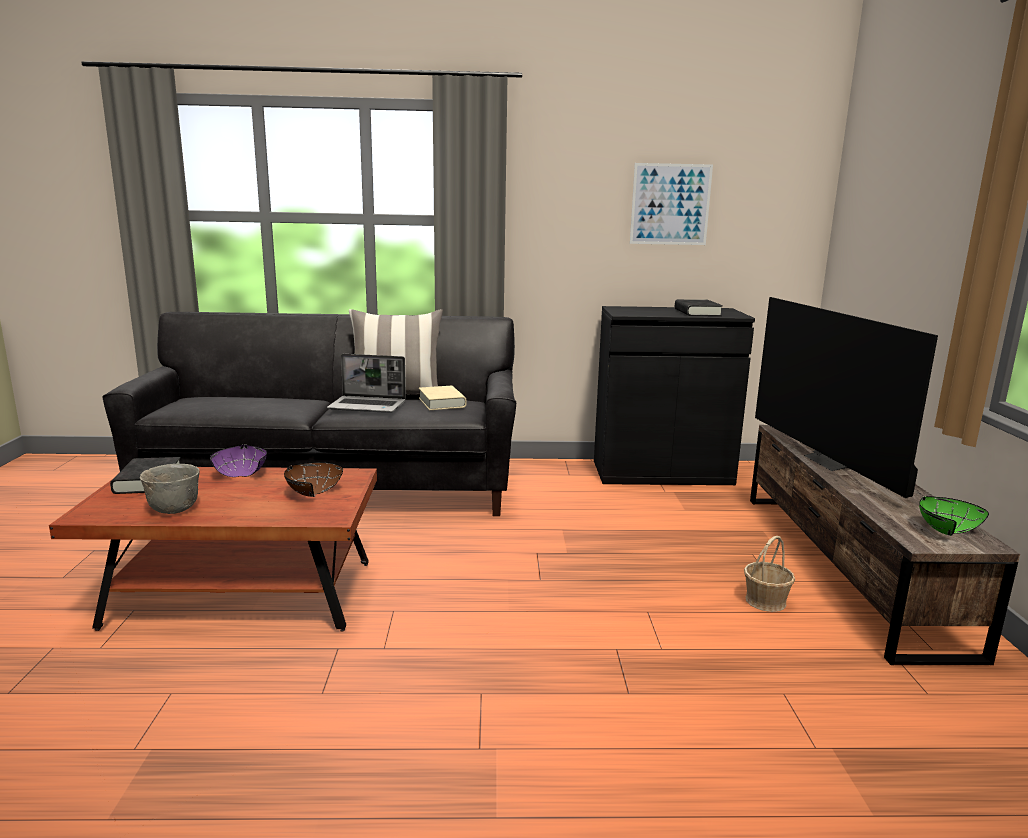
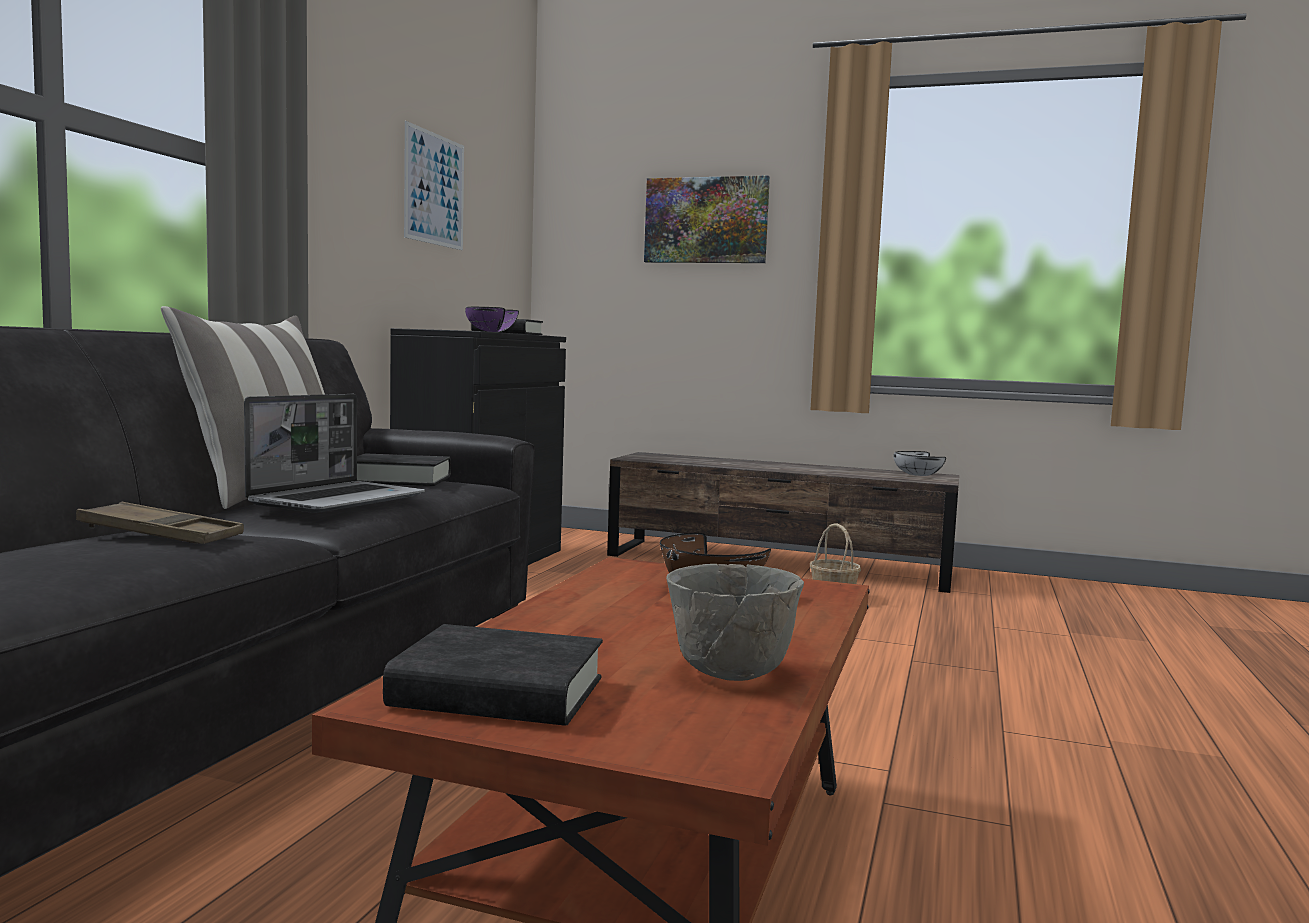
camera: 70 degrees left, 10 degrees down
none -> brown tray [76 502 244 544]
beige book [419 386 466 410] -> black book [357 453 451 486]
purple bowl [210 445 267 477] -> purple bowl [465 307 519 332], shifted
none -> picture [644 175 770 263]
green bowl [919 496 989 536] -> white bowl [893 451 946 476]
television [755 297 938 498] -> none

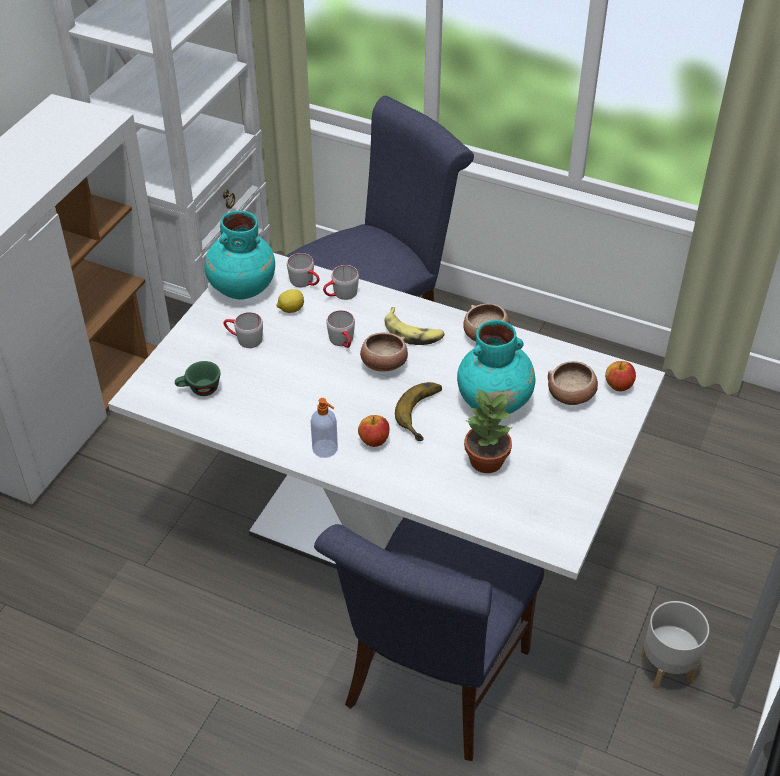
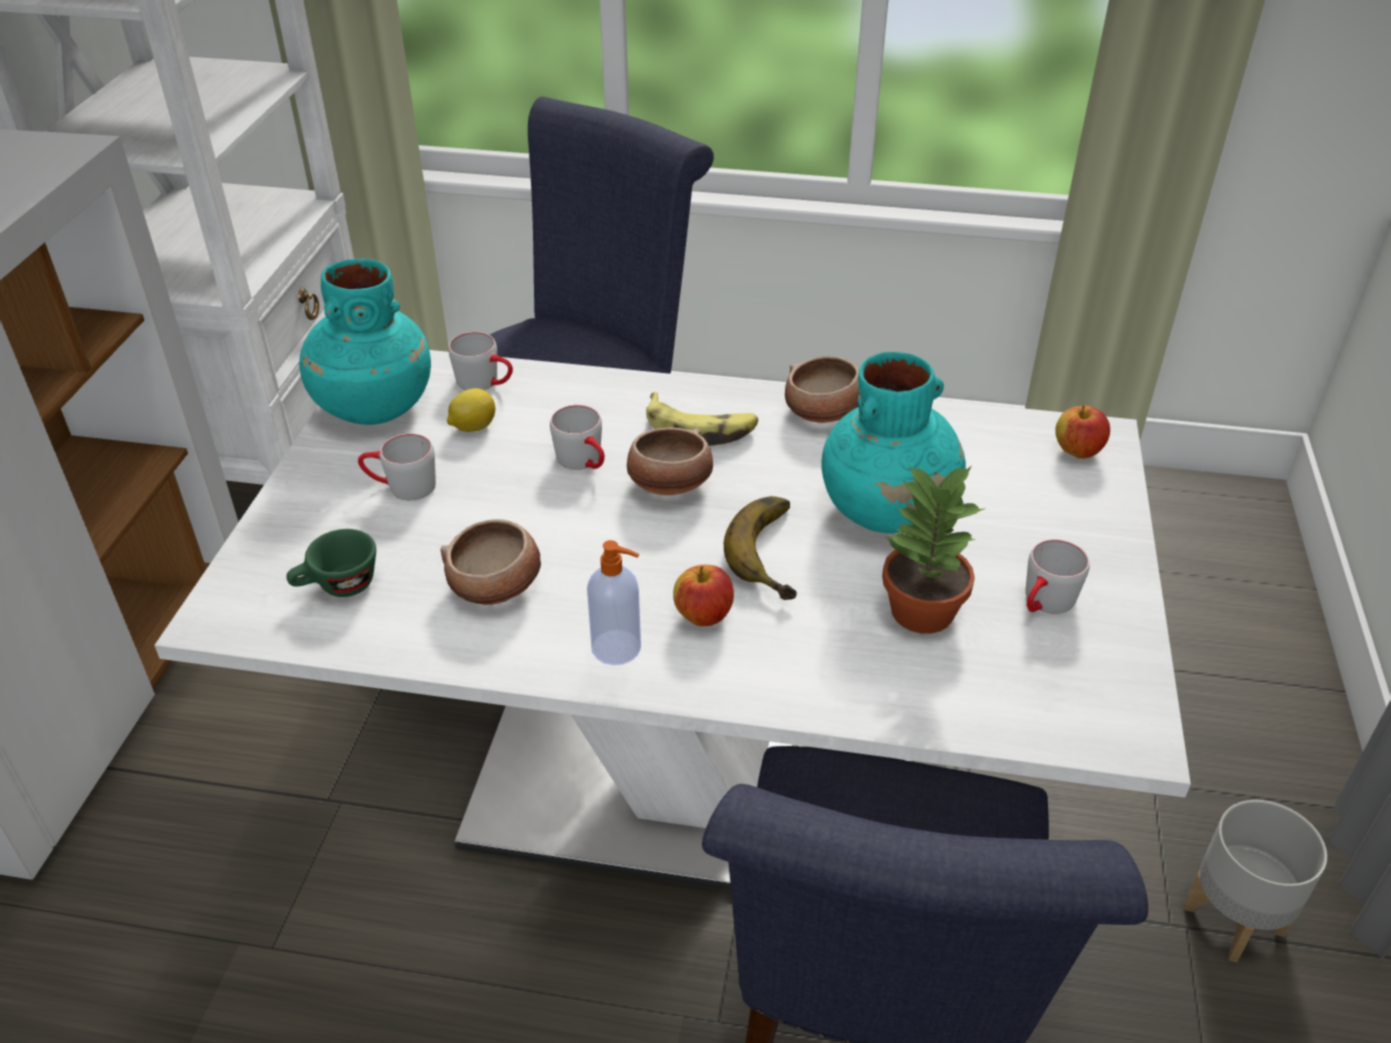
camera: 15 degrees left, 5 degrees down
bowl [548 361 598 405] -> bowl [440 519 541 605], shifted
grey mug [323 265 359 300] -> grey mug [1025 539 1089 614], shifted

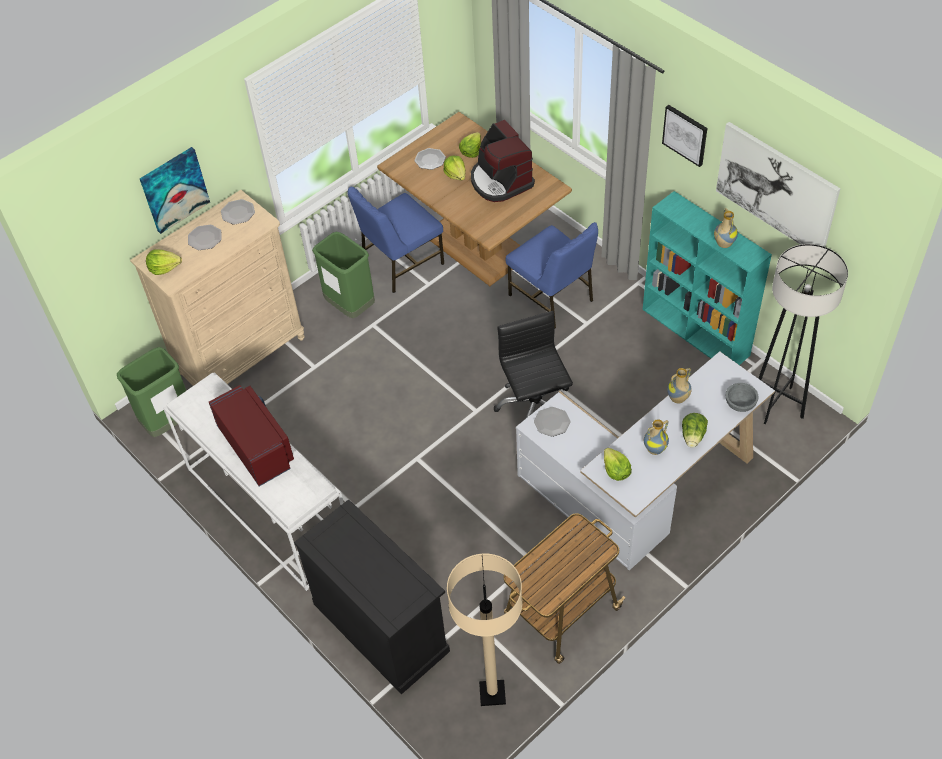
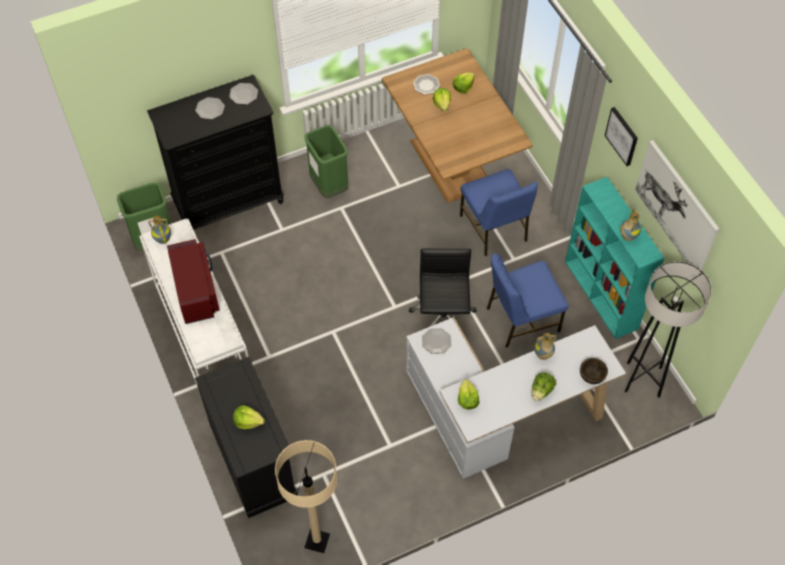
camera: 15 degrees right, 5 degrees up
beige dresser [130 190 305 386] -> black dresser [147 75 283 230]
vase [644 419 669 455] -> vase [148 216 171 244], shifted
lettuce [146 249 182 275] -> lettuce [233 405 265 429], shifted
blue chair [348 187 444 293] -> blue chair [487 253 569 348], shifted
grey bowl [726 383 759 412] -> brown bowl [580 358 608 384]
picture [140 147 210 234] -> none
coffee machine [471 120 535 202] -> none
cart [504 513 626 664] -> none

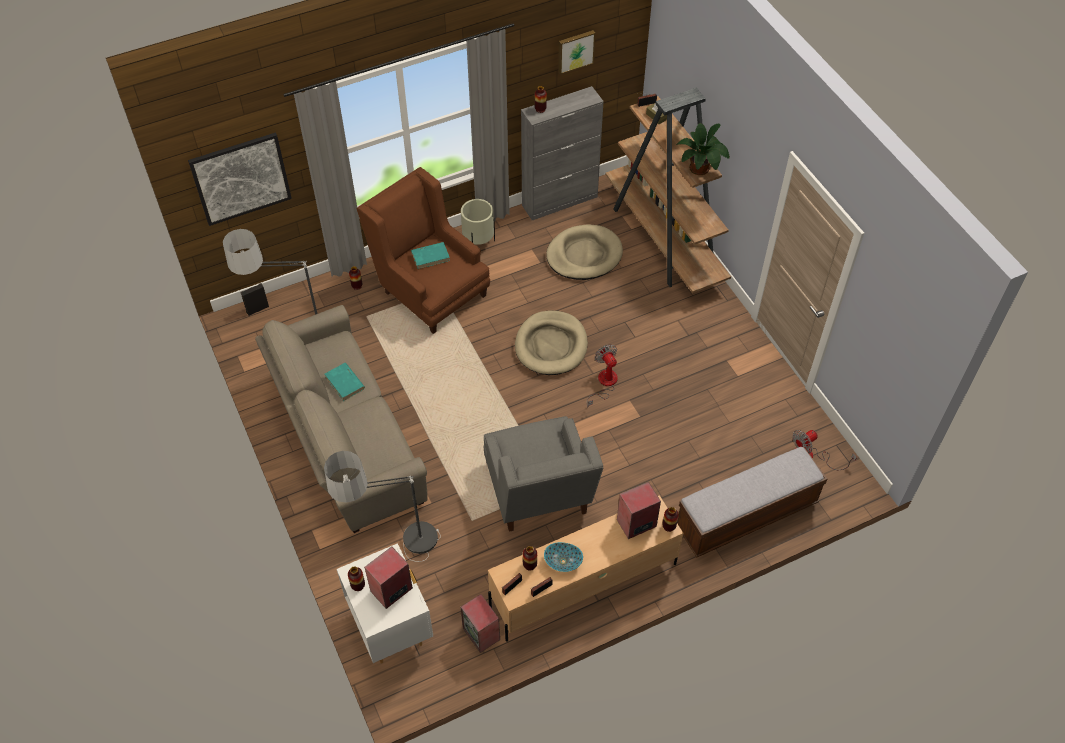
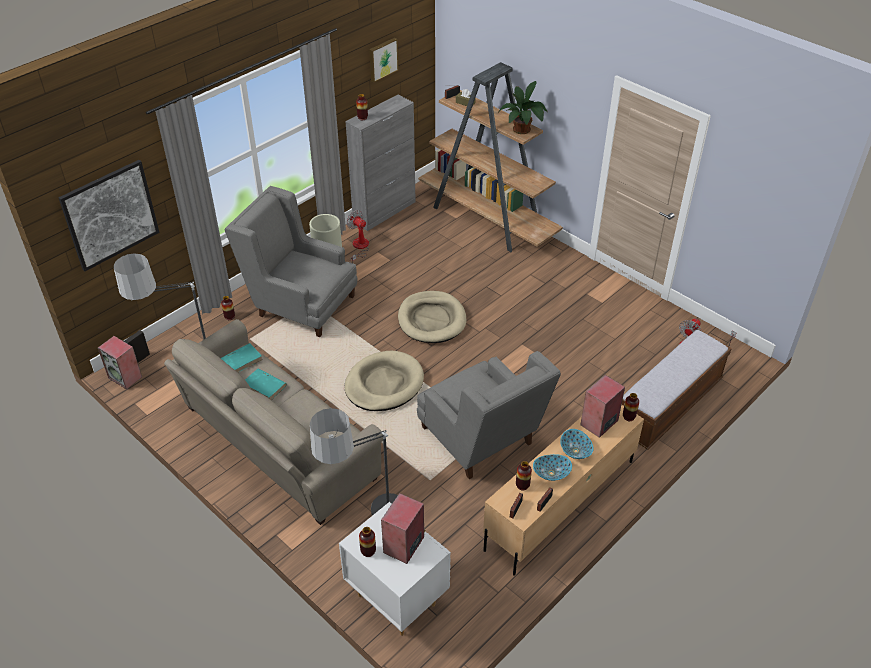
camera: 20 degrees left, 10 degrees down
speaker [460 594 500 653] -> speaker [98 336 142 390], shifted
turquoise book [411 242 450 269] -> turquoise book [221 343 263 372], shifted
brown armchair [357 167 490 334] -> grey armchair [225 186 357 337]
beige dog bed [546 224 623 280] -> beige dog bed [345 351 424 411], shifted
fan [587 344 618 407] -> fan [346 210 369 263], shifted
none -> bowl [560 429 594 459]

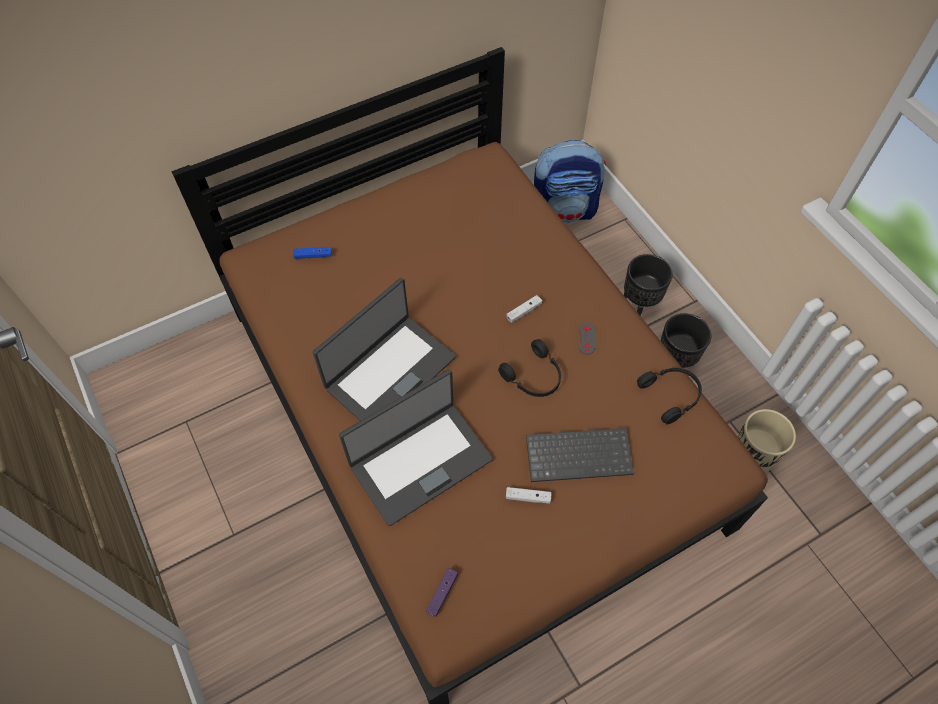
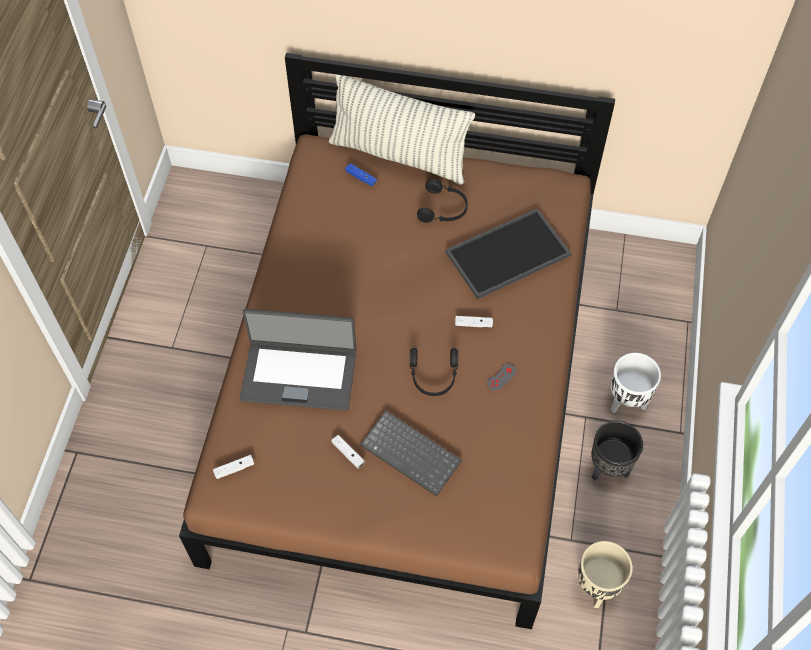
camera: 40 degrees right, 0 degrees up
purple game controller [426 568 458 617] -> white game controller [213 455 254 479]
none -> pillow [329 74 475 185]
black headphones [637 368 702 425] -> black headphones [417 179 468 223], shifted
none -> tray [445 208 572 299]
black planter [624 254 673 316] -> white planter [611 353 661 413]
laptop [312 278 456 421] -> none
backpack [534 140 606 223] -> none

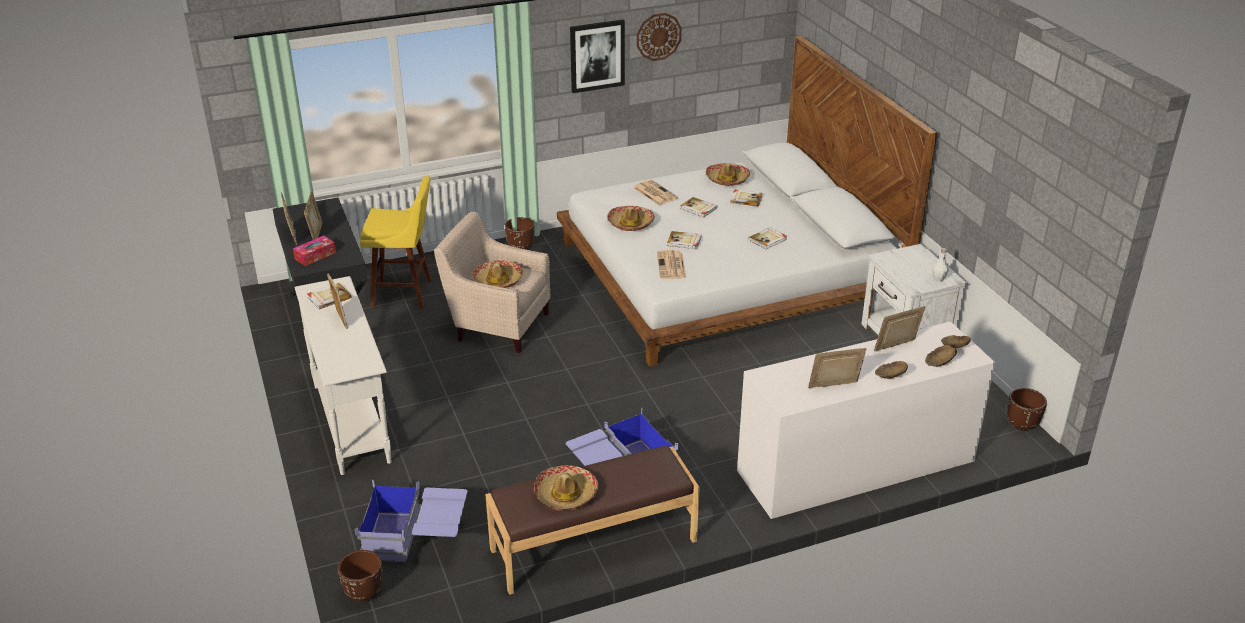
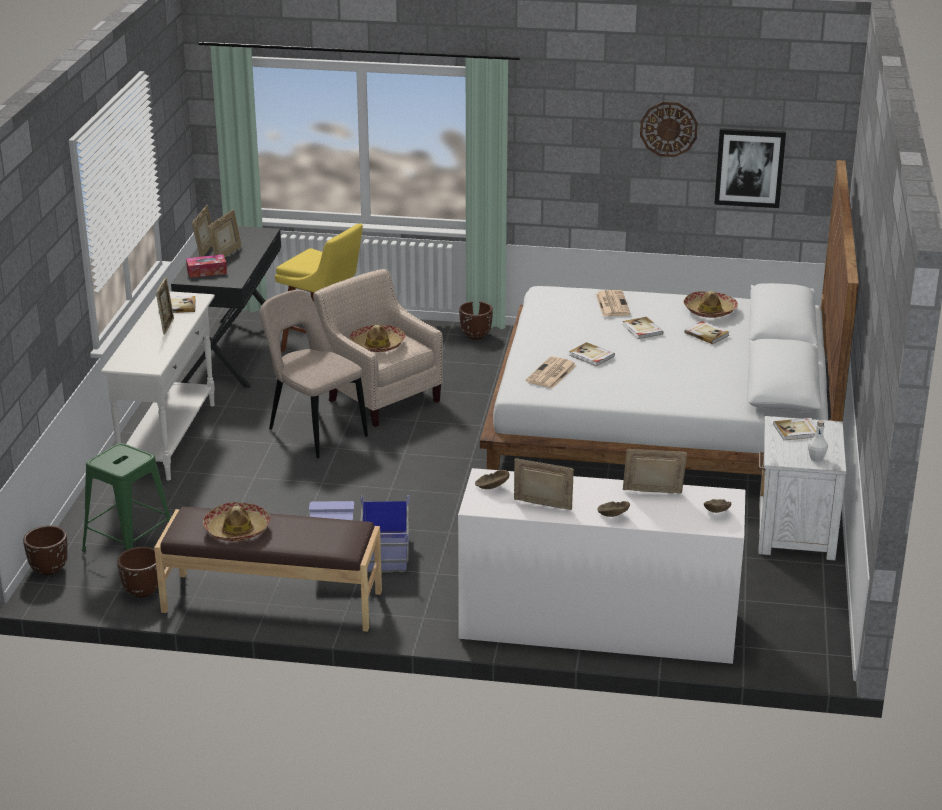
camera: 30 degrees right, 5 degrees down
blue storage box [355 480 468 562] -> green stool [82 443 171 552]
brown planter [1007 388 1047 431] -> brown planter [117 547 158 598], shifted
none -> beige chair [260 290 368 458]
brown bowl [925 345 957 367] -> brown bowl [475 470 509 489], shifted
picture [570 19 625 93] -> picture [714 128 786 208], shifted
book [748 227 787 249] -> book [773 418 816 440], shifted
hat [607 206 655 231] -> none

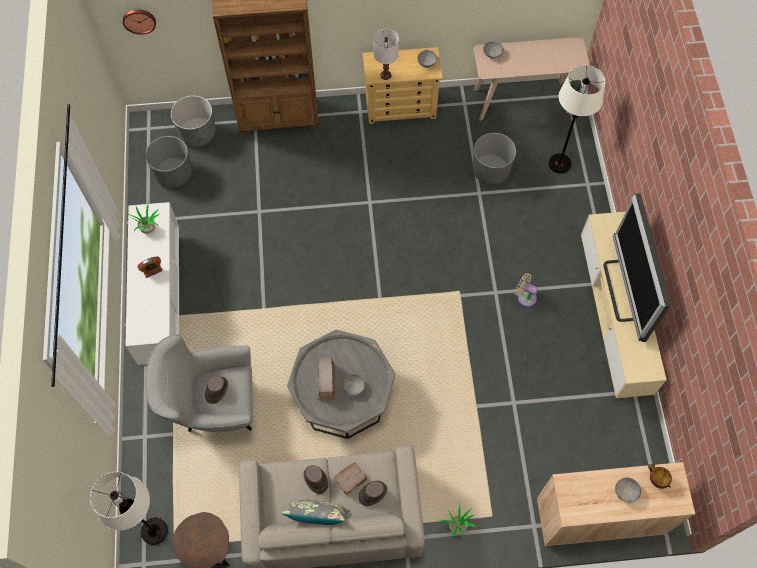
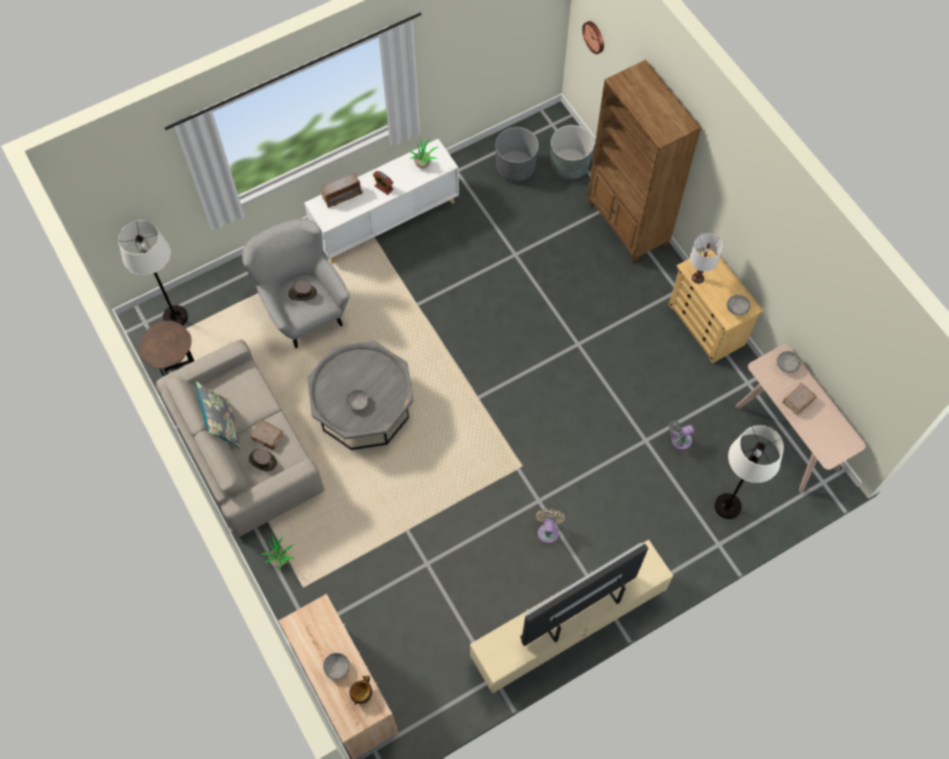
camera: 65 degrees right, 0 degrees up
radio [317 356 335 401] -> radio [321 172 363 208], shifted
grey planter [473 133 516 185] -> grey fan [669 420 694 450]
none -> brown book [782 382 817 415]
brown hat [304 465 329 494] -> none

